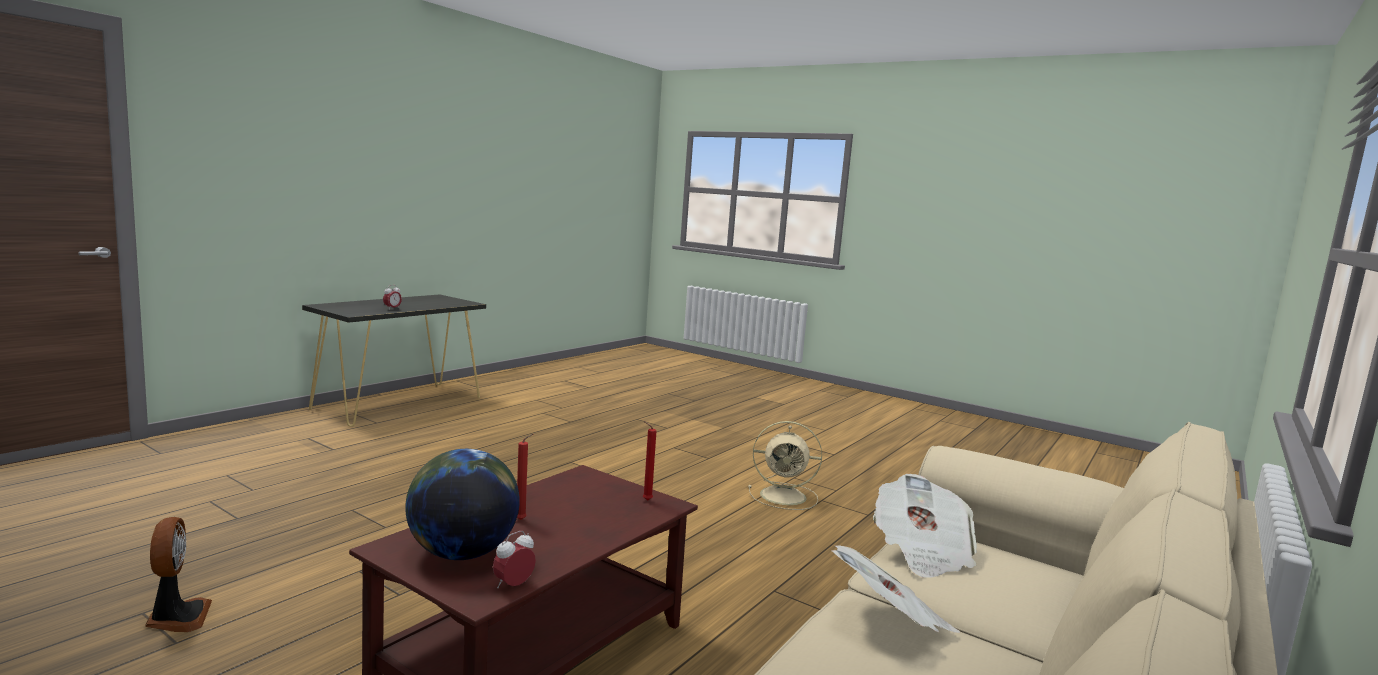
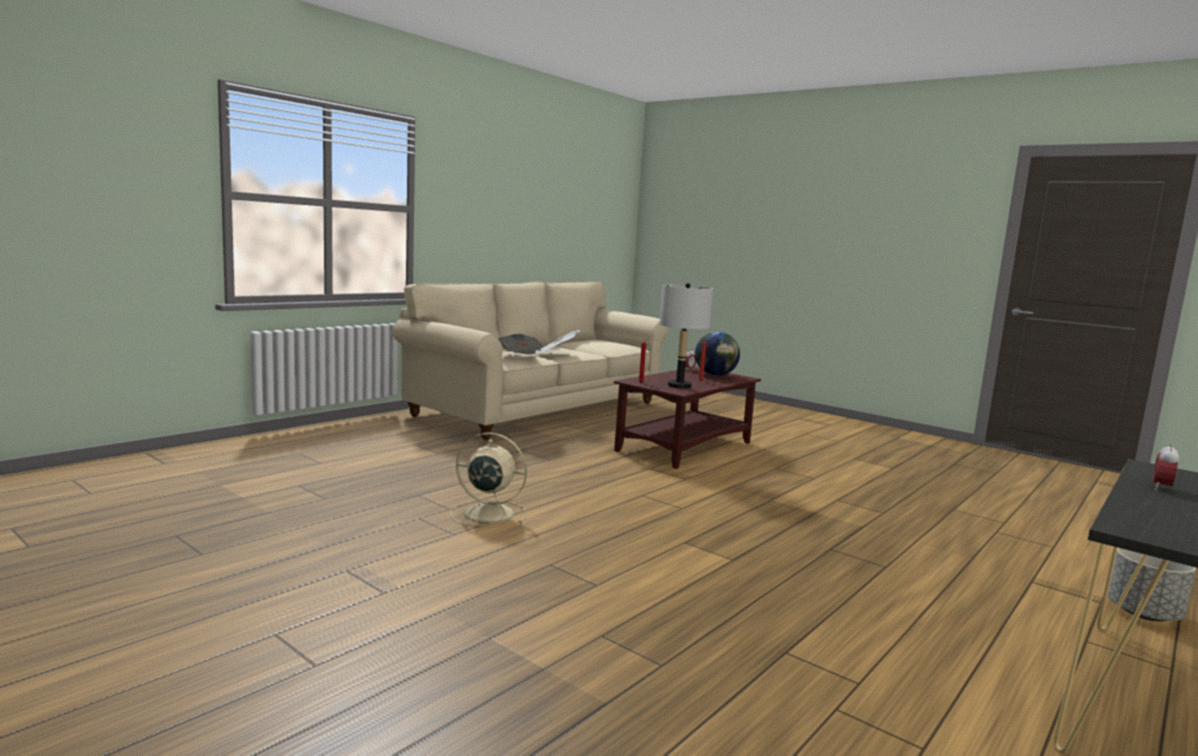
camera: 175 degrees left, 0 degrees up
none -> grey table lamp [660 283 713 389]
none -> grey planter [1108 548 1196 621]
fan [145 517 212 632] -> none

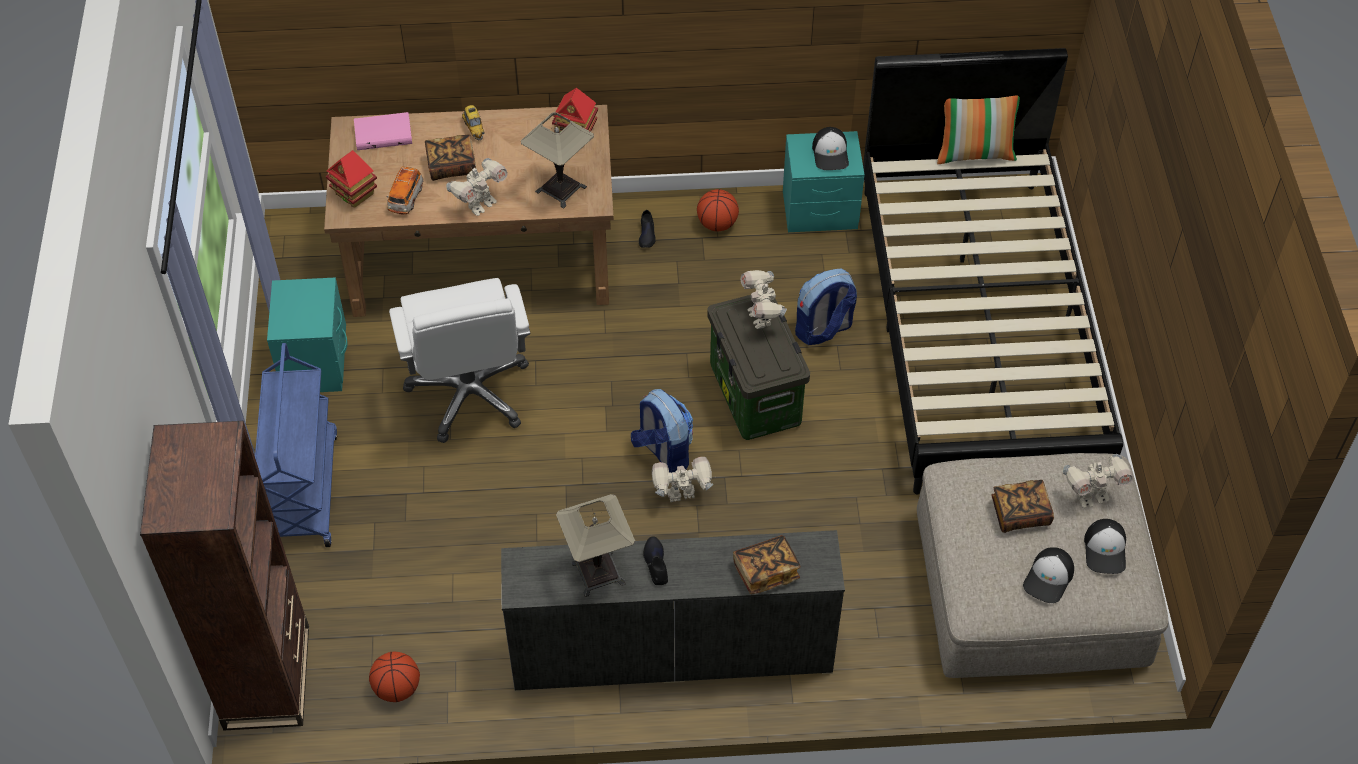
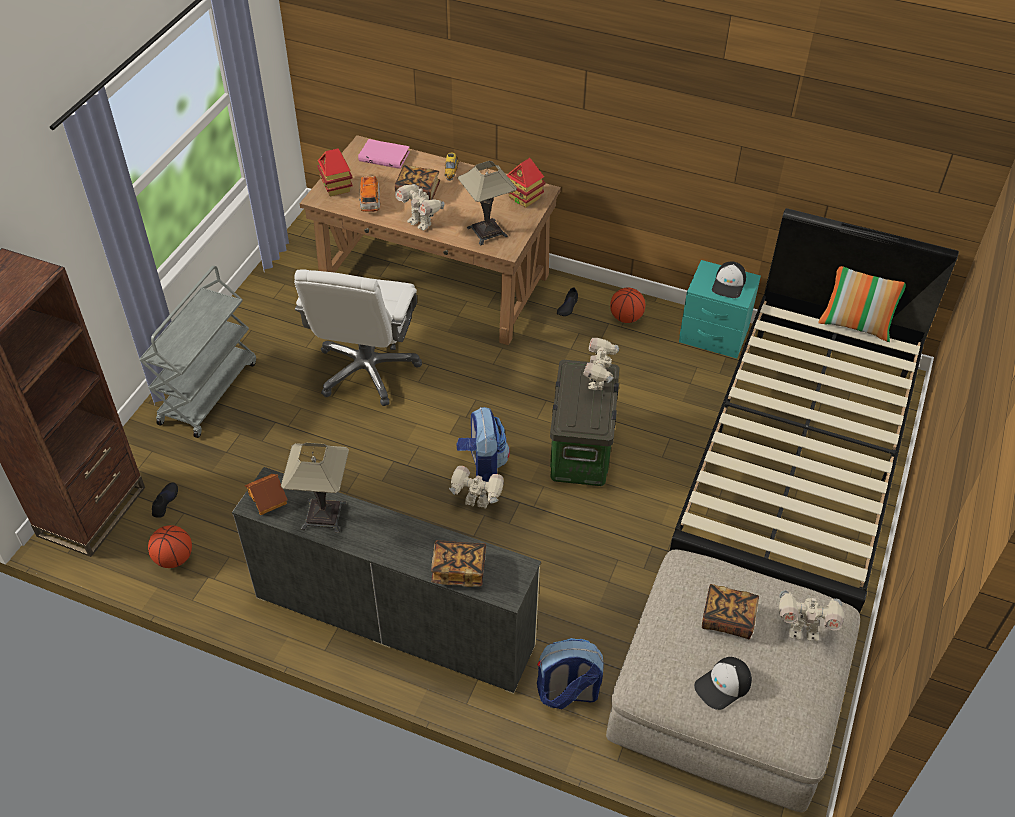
camera: 25 degrees right, 5 degrees down
blue cart [255 343 338 547] -> grey cart [139 266 256 438]
black shoe [643 536 668 585] -> black shoe [152 483 178 518], shifted
none -> toy house [245 474 288 515]
toy car [387 166 423 215] -> toy car [359 176 380 212], 45 degrees counterclockwise
toy robot [446 158 508 216] -> toy robot [395 184 444 230], 60 degrees clockwise
backpack [795 269 857 345] -> backpack [537 638 604 709], shifted
turquoise nightstand [267 277 348 392] -> none
cap [1084 519 1126 574] -> none

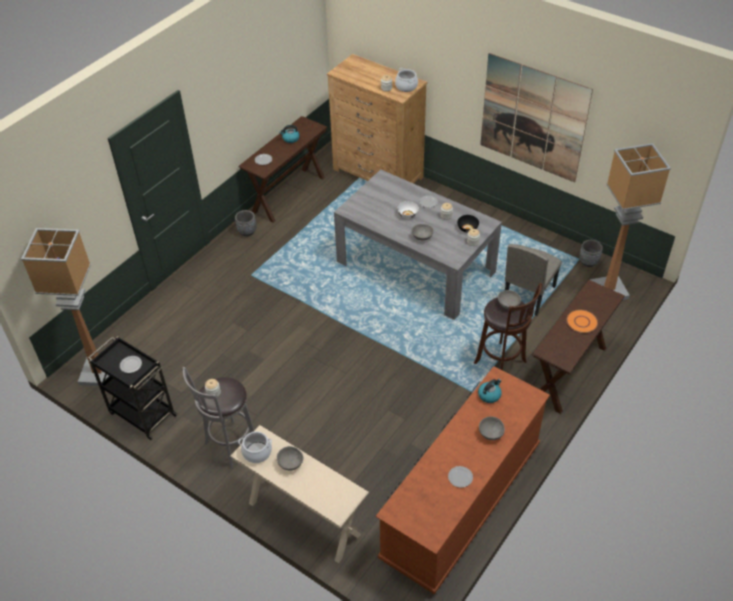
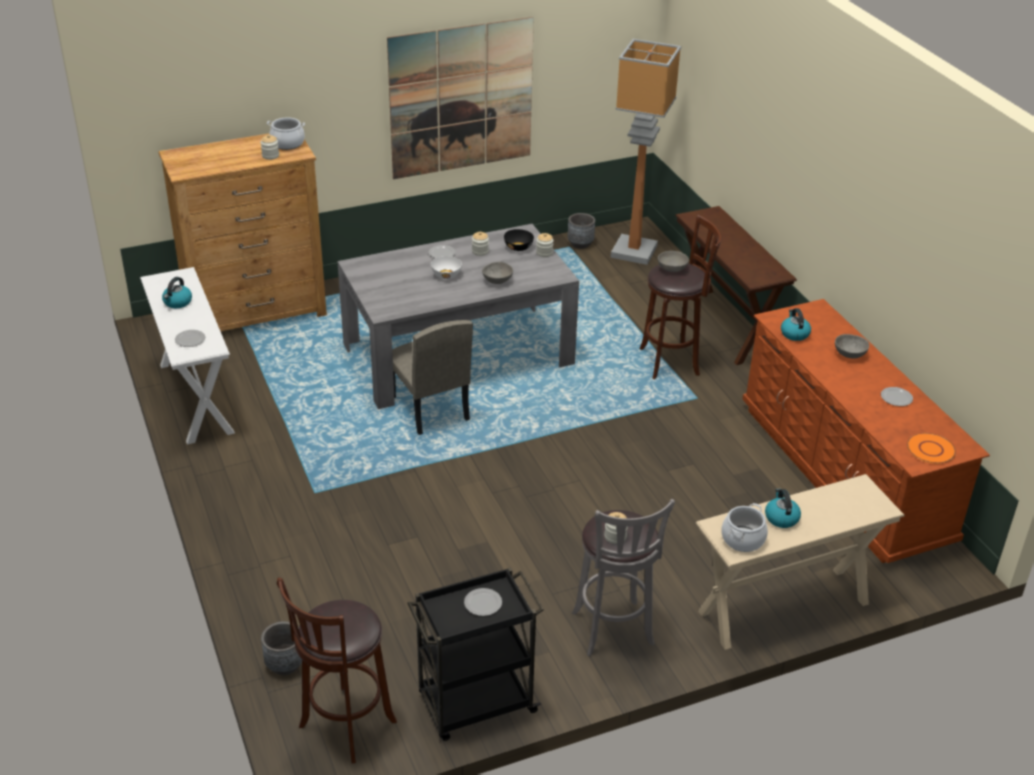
camera: 60 degrees left, 10 degrees down
brown console table [238 116 328 223] -> white console table [140 267 235 445]
grey planter [235 210 256 237] -> grey planter [261 621 302 675], shifted
floor lamp [21 228 109 386] -> brown stool [277 577 397 764]
beige chair [505 244 562 316] -> beige chair [392 320 473 435], shifted
grey bowl [277 446 303 471] -> kettle [765 488 801 528]
orange plate [567 310 598 333] -> orange plate [907 433 956 464], shifted

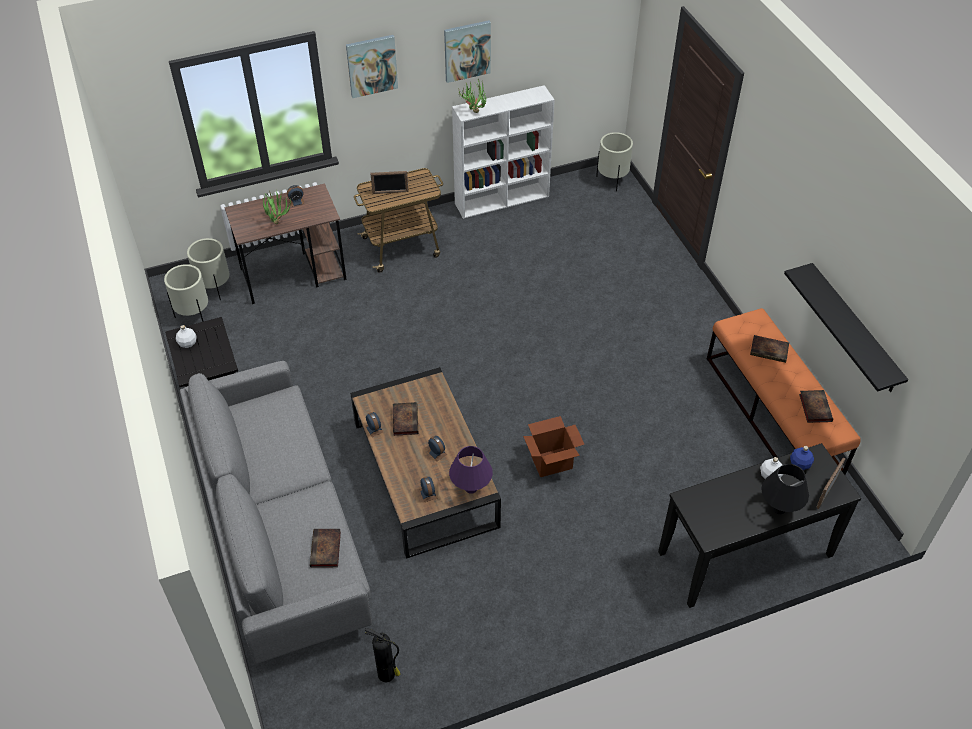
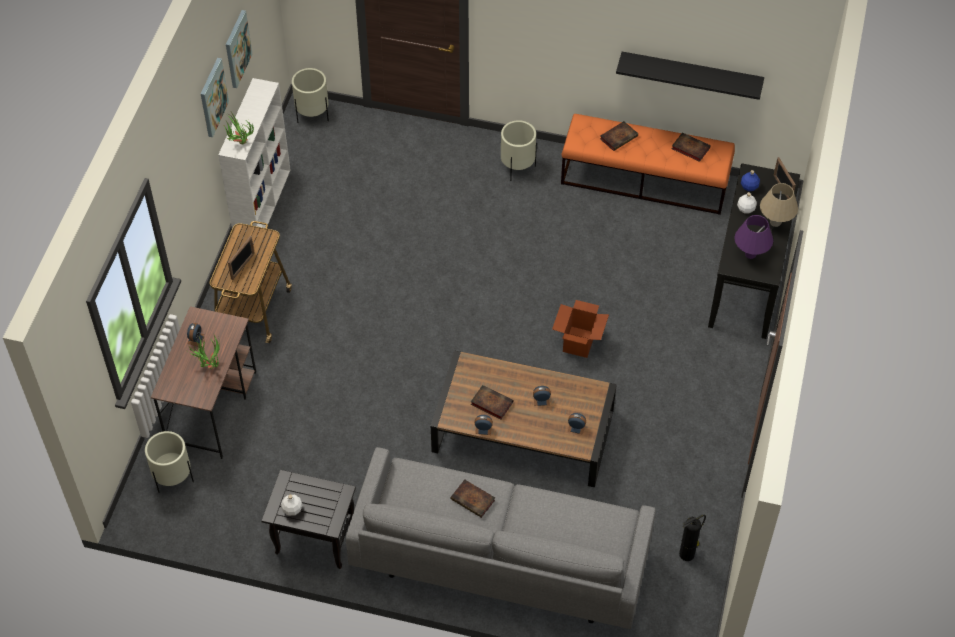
camera: 55 degrees left, 5 degrees up
picture [346 35 398 98] -> picture [226 10 252 88], shifted
book [310 529 341 568] -> book [451 480 495 518], shifted
beige planter [164 264 208 322] -> beige planter [501 120 537 181], shifted
purple table lamp [449 446 493 494] -> purple table lamp [734 215 773 259], shifted
black table lamp [761 464 809 514] -> beige table lamp [760 183 798 227]

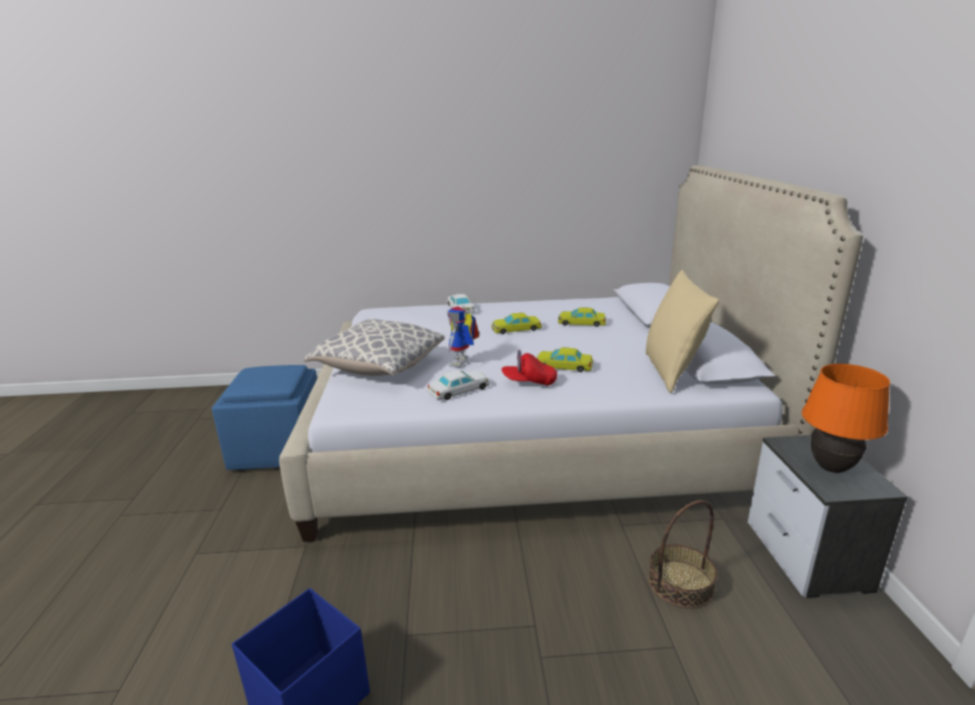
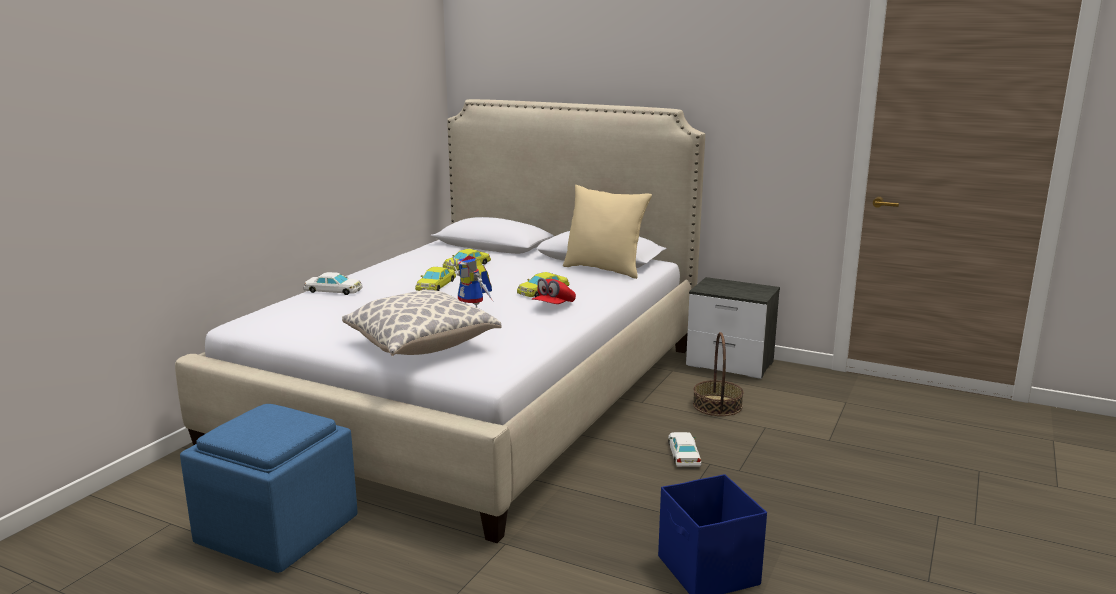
camera: 60 degrees left, 5 degrees down
white toy car [427 370 490 400] -> white toy car [668 432 702 467], shifted
orange table lamp [802 364 890 473] -> none

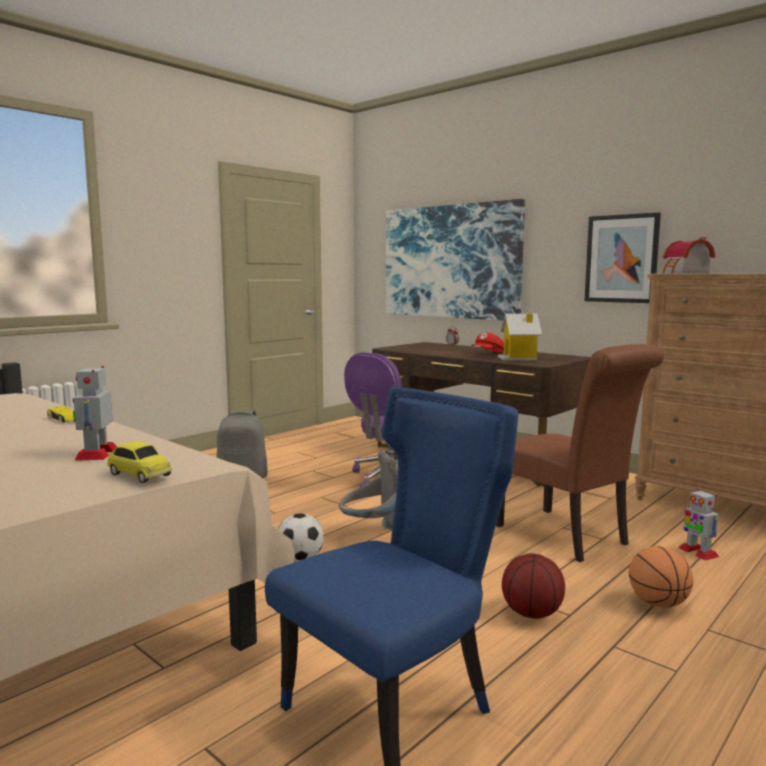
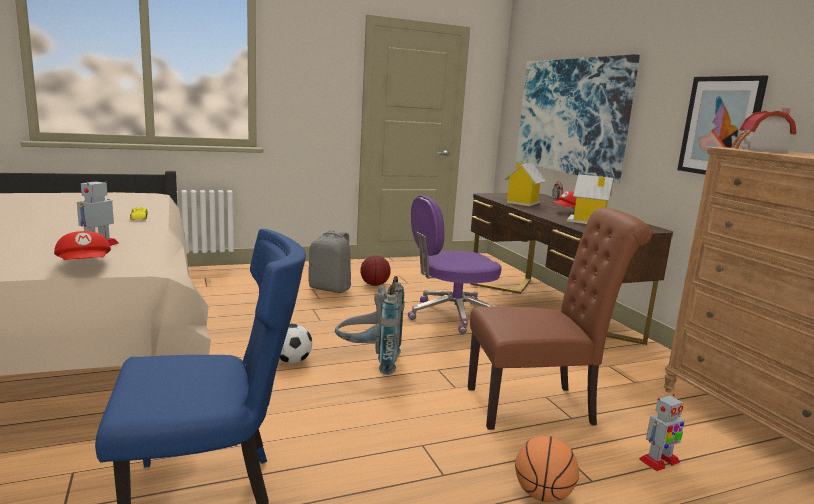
camera: 25 degrees right, 5 degrees up
toy car [107 441 172 483] -> red cap [54 231 111 260]
basketball [502 553 565 619] -> basketball [360 255 391 286], shifted
brown chair [496 344 664 562] -> brown chair [468 208 653 430], 90 degrees counterclockwise
none -> toy house [504 162 546 206]
toy robot [679 489 719 561] -> toy robot [639 394 685 471], 120 degrees counterclockwise

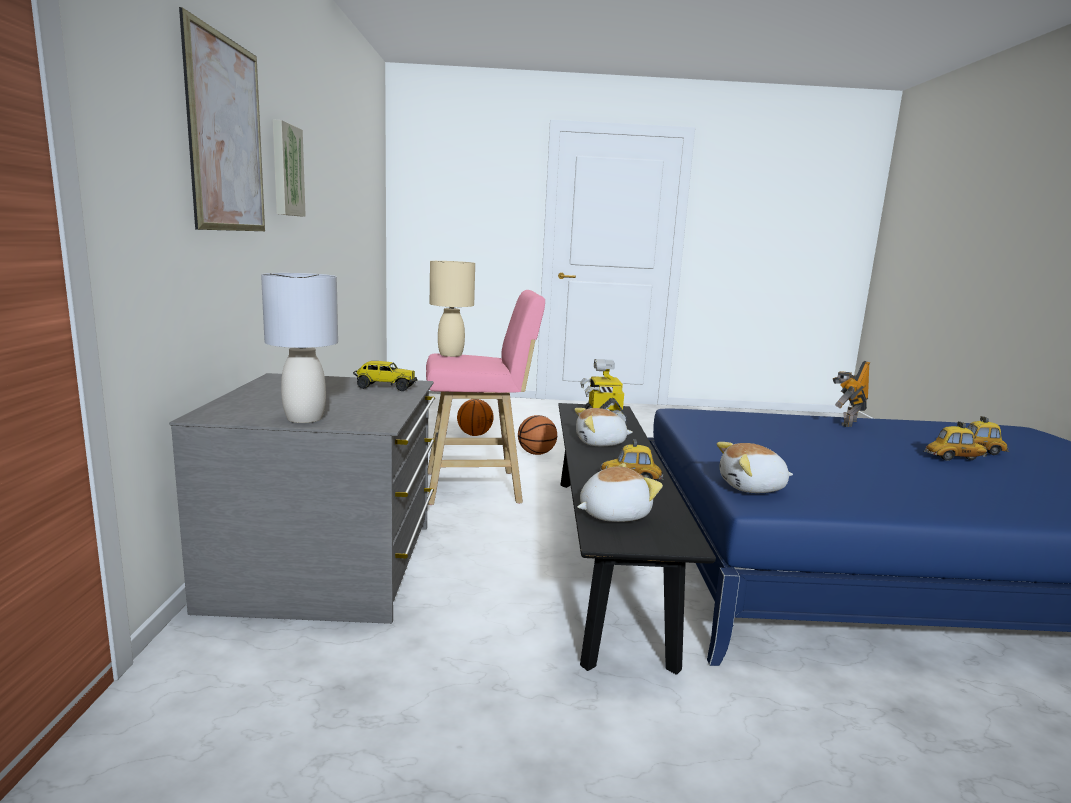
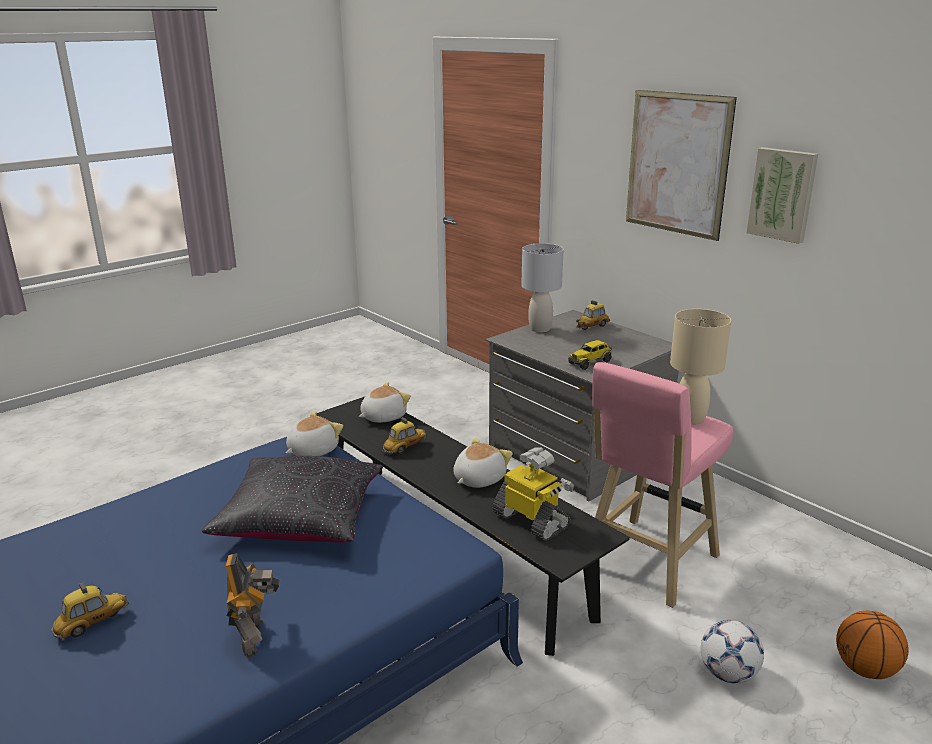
camera: 140 degrees right, 10 degrees up
none -> black pillow [202 456 383 543]
plush toy [577 463 663 522] -> plush toy [359 382 411 423], 150 degrees counterclockwise
toy car [923 422 987 461] -> toy car [576 300 610 330], shifted
basketball [518 415 557 455] -> football [701 620 764 684]

